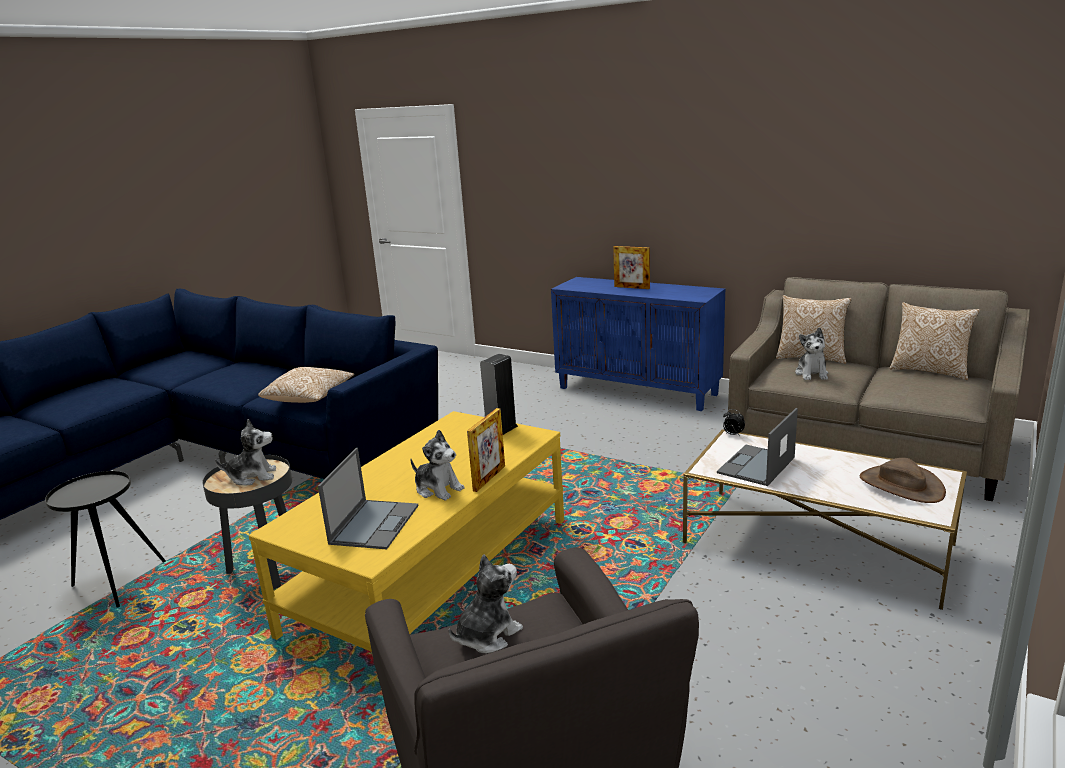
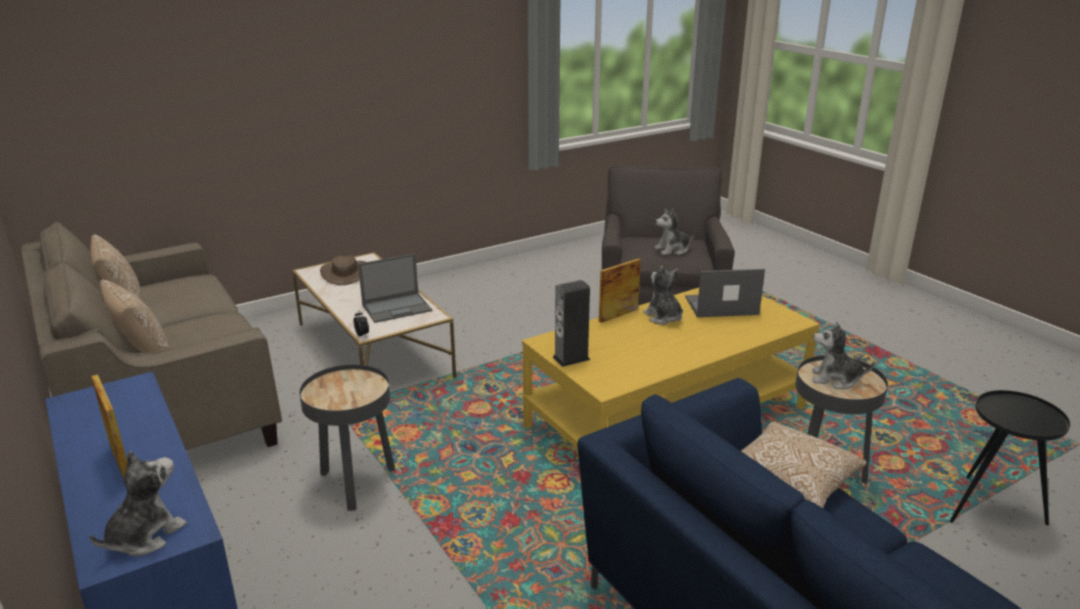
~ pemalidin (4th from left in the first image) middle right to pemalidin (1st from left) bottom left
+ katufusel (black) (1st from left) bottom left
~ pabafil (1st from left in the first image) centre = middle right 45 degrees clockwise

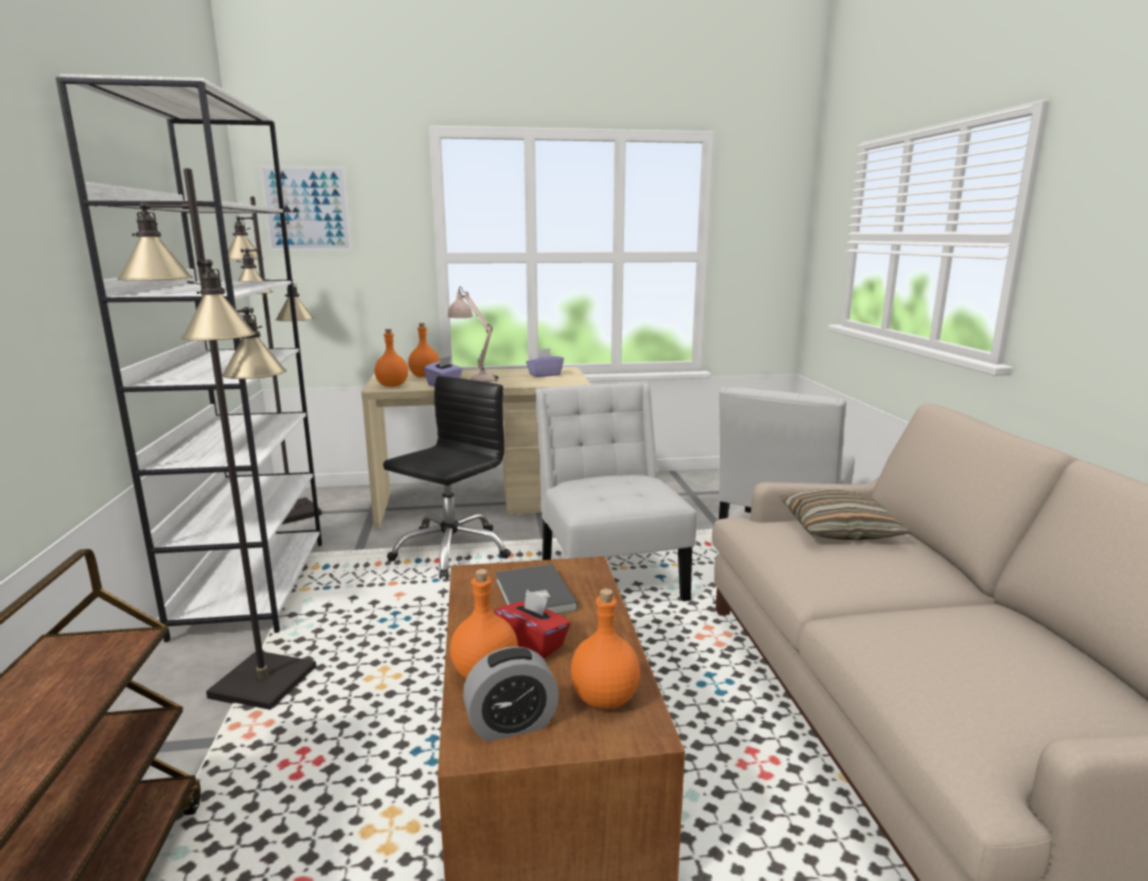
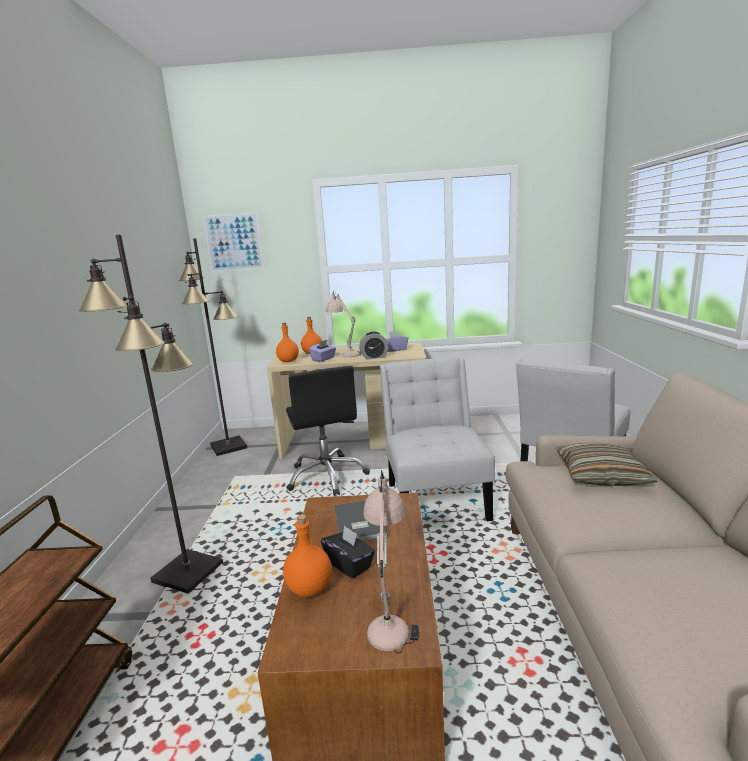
~ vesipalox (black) centre = centre 120 degrees clockwise
~ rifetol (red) bottom centre to rifetol (black) bottom centre
~ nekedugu bottom centre to centre
~ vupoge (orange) (4th from left) bottom centre to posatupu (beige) (2nd from left) bottom centre
- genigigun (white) middle left

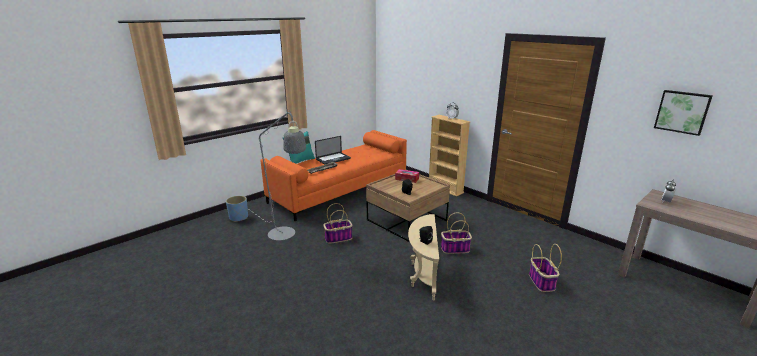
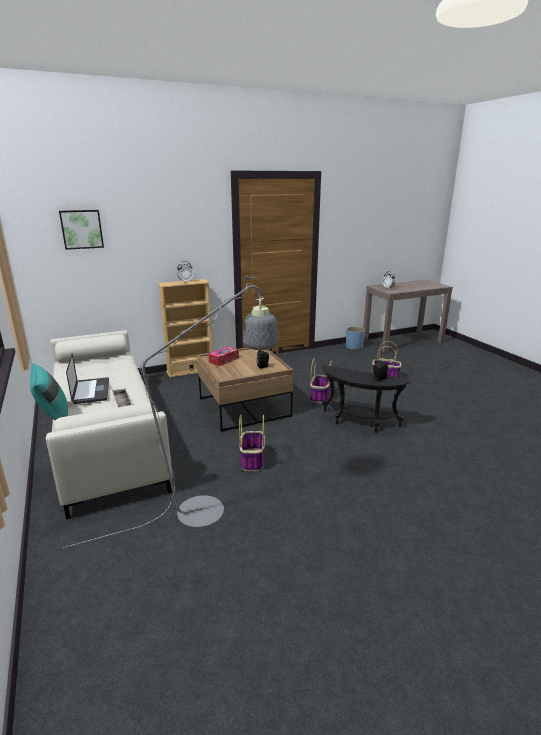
~ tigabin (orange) centre to tigabin (beige) middle left
~ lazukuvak top right to top left
~ katufusel (beige) bottom centre to katufusel (black) middle right
~ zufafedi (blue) middle left to centre

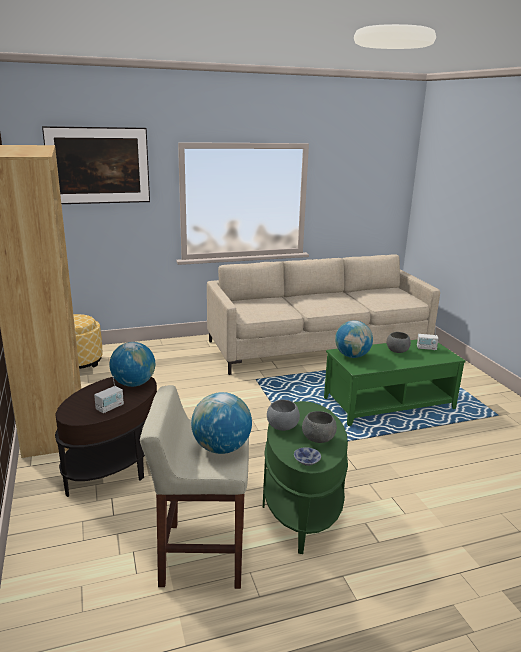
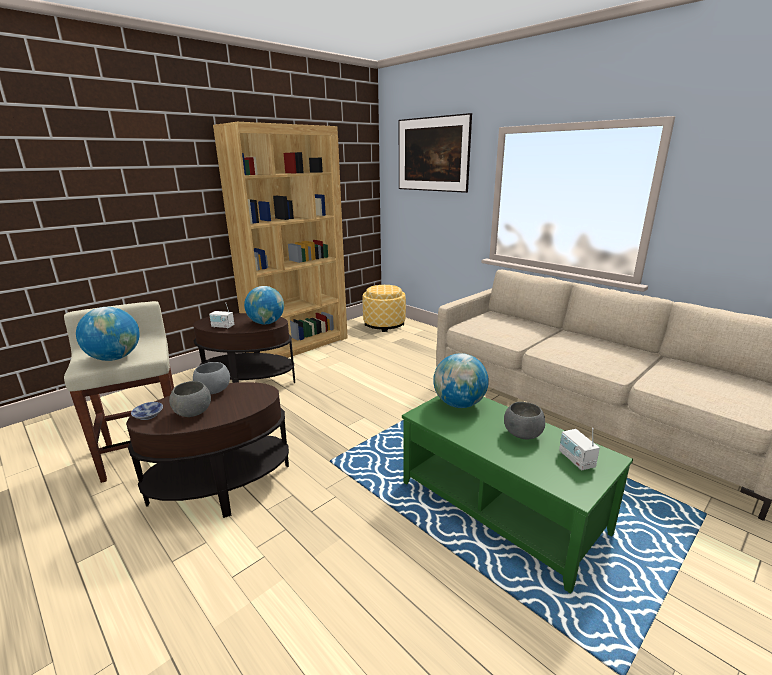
~ katufusel (green) bottom centre to katufusel (brown) (1st from left) bottom left

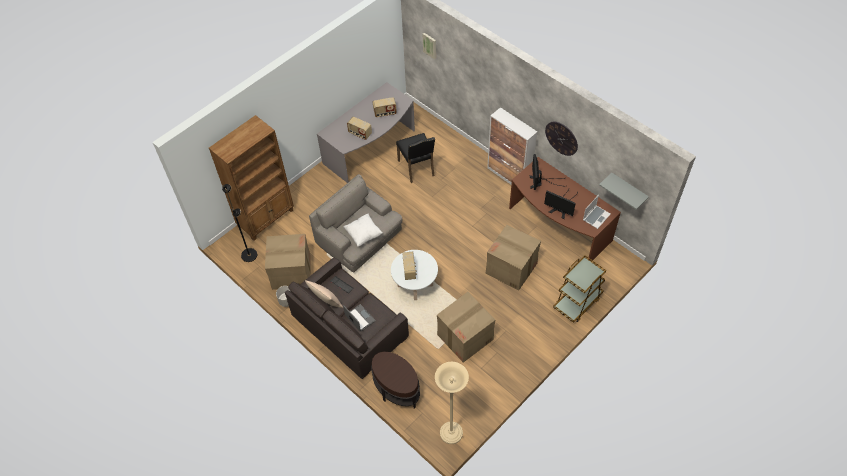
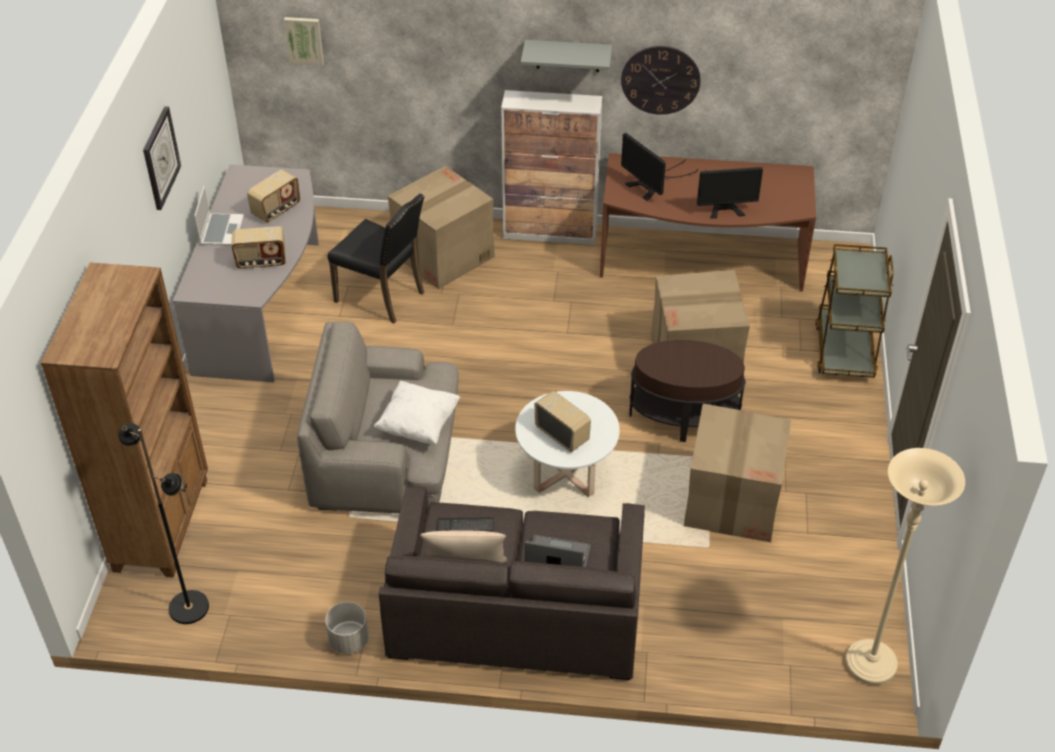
+ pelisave (1st from left) top left
~ pabafil (2nd from left in the first image) middle right to pabafil (1st from left) top left
~ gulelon (1st from left) centre to top centre
~ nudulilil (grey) middle right to top centre
~ katufusel (brown) bottom centre to centre

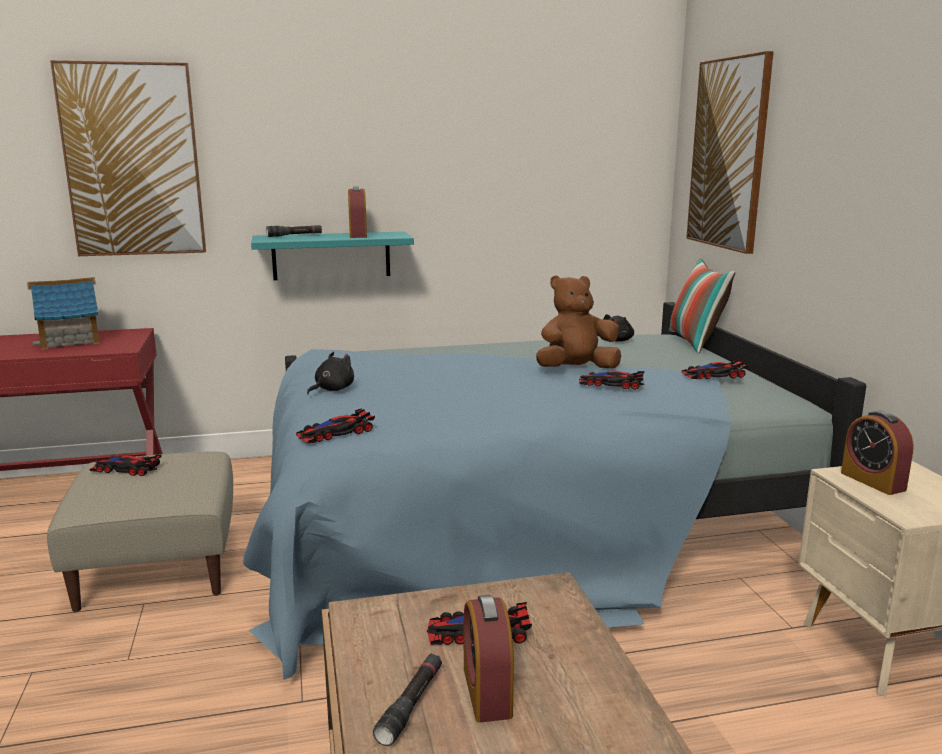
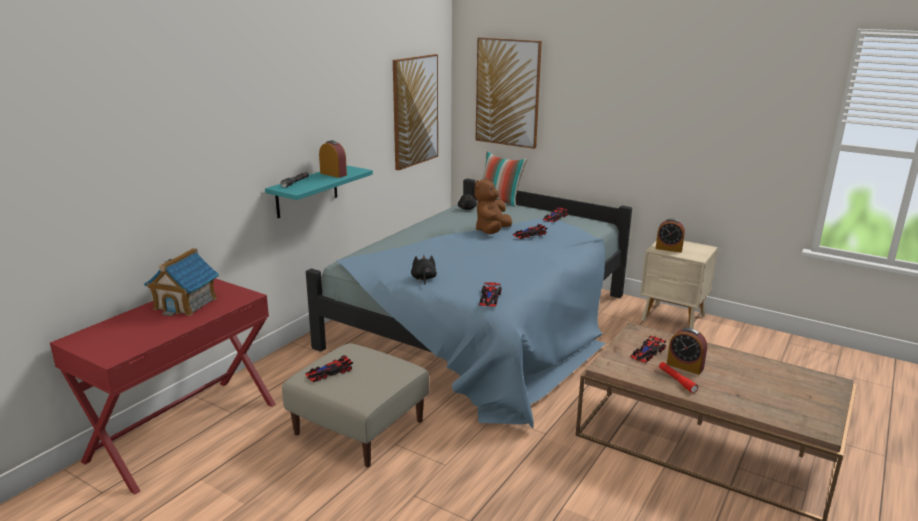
~ lazukuvak (1st from left) top left to top centre
~ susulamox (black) (2nd from left) bottom centre to susulamox (red) bottom right

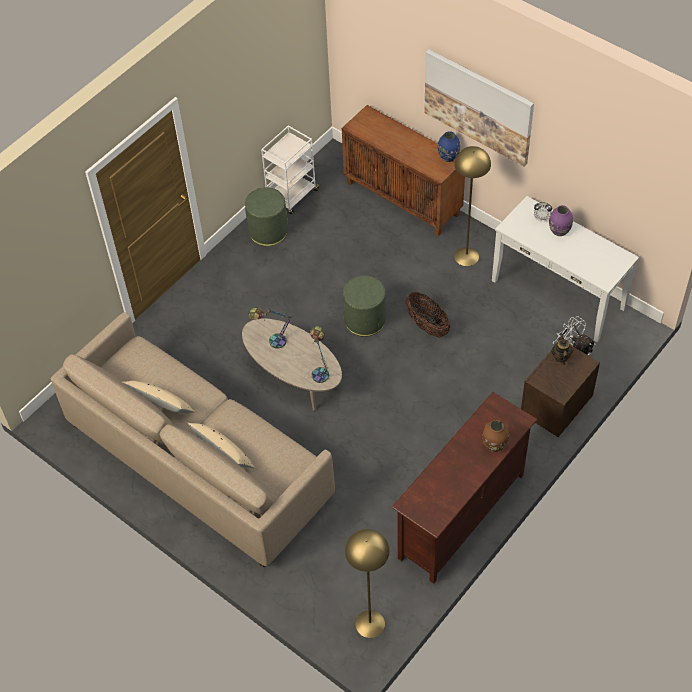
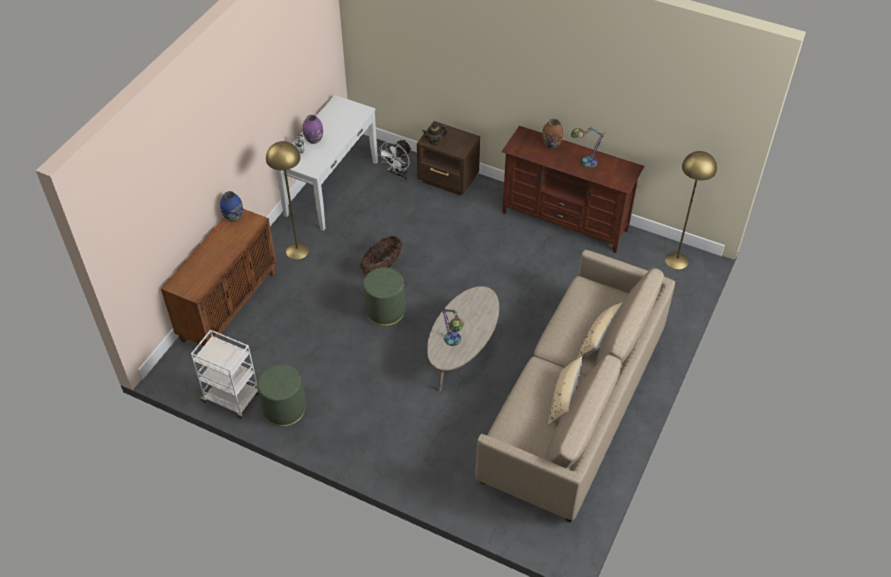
~ posatupu (2nd from left) centre to top centre
- lazukuvak top right

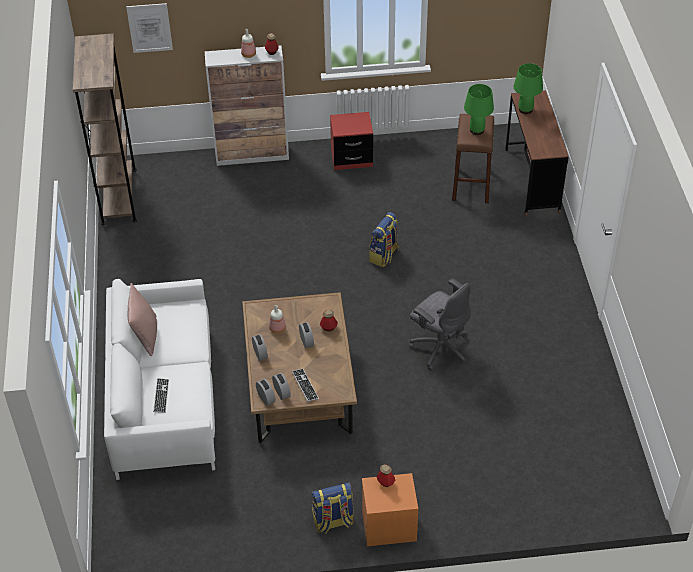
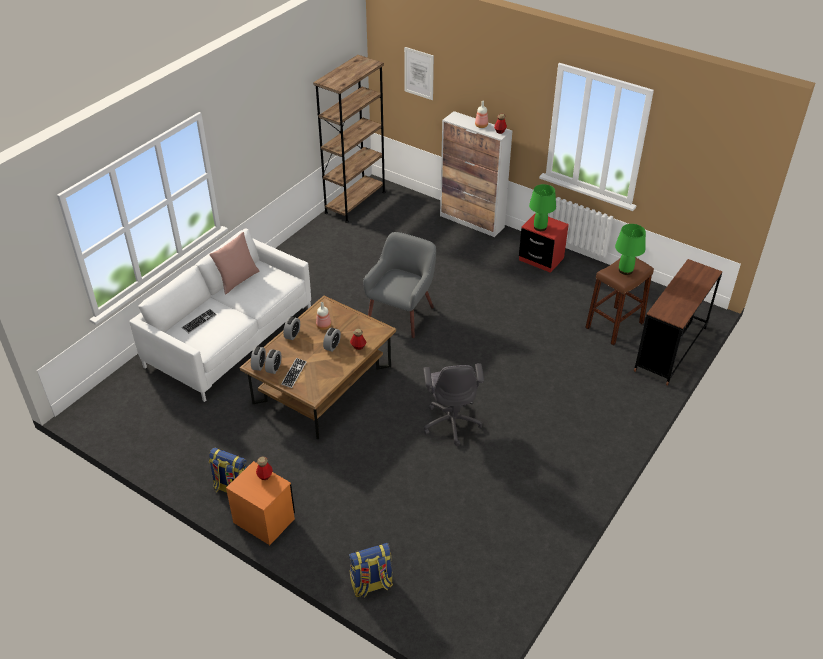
~ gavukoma (2nd from left) centre to bottom centre
+ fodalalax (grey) centre
~ posatupu (green) (2nd from left in the first image) top right to posatupu (green) (1st from left) top centre

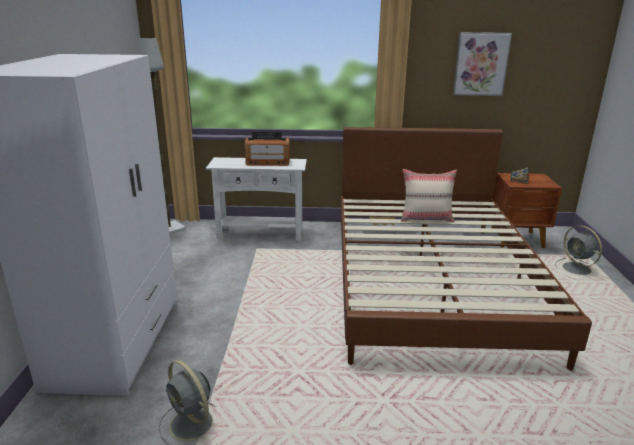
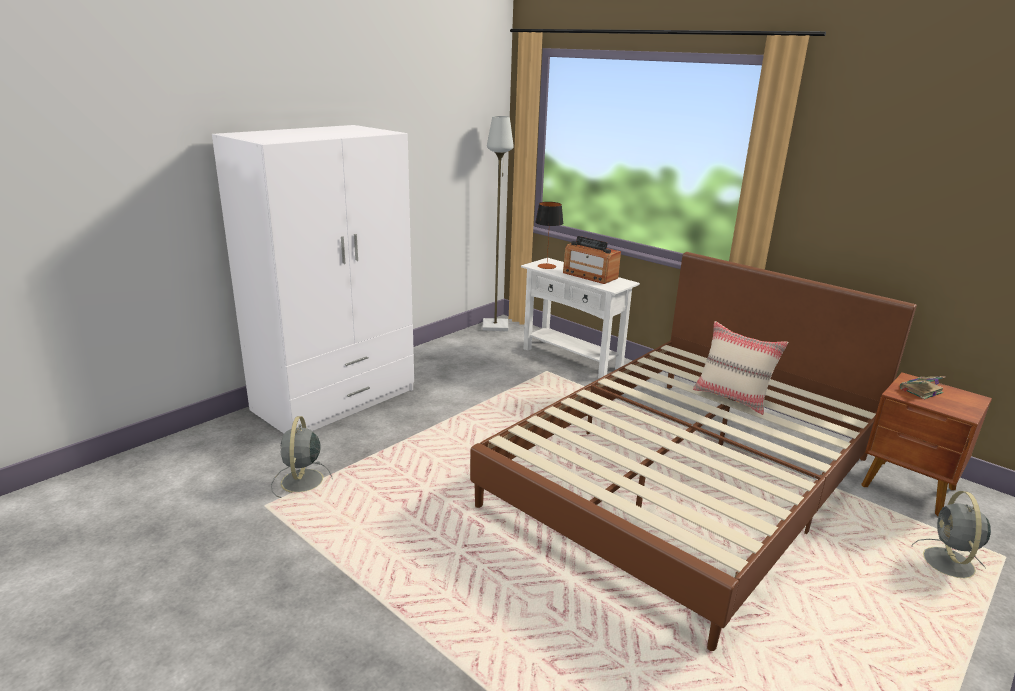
+ posatupu centre
- lazukuvak top right

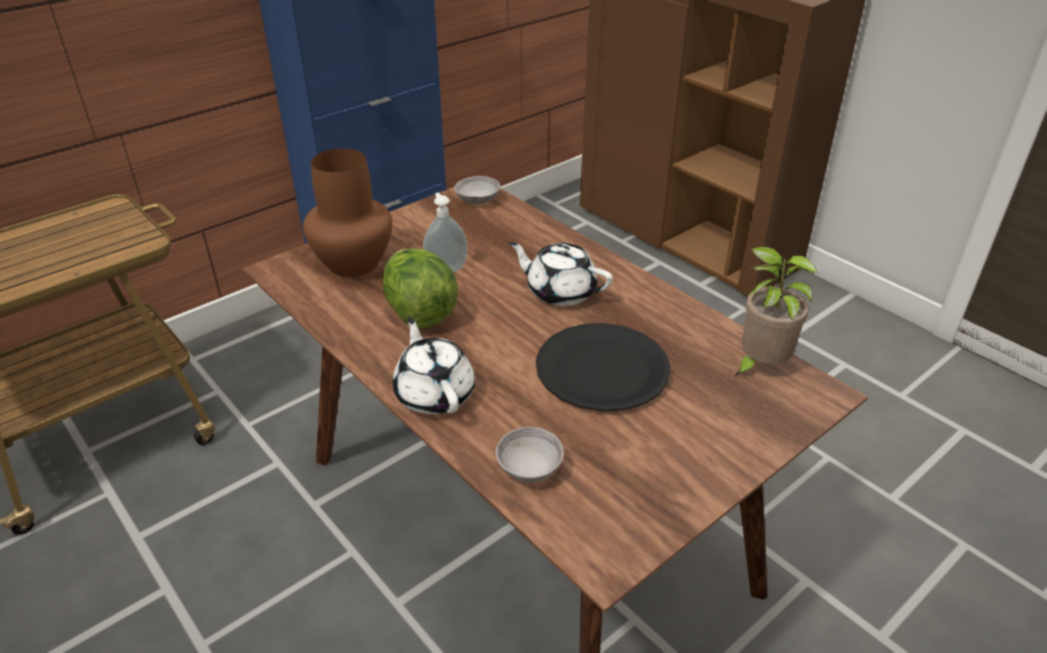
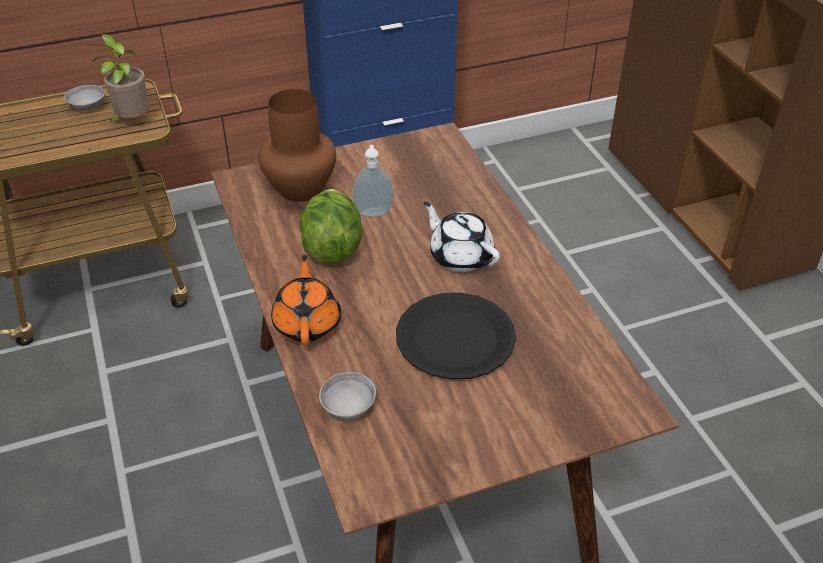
~ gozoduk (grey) (1st from left) top centre to top left
~ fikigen middle right to top left
~ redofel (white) (1st from left) centre to redofel (orange) centre

